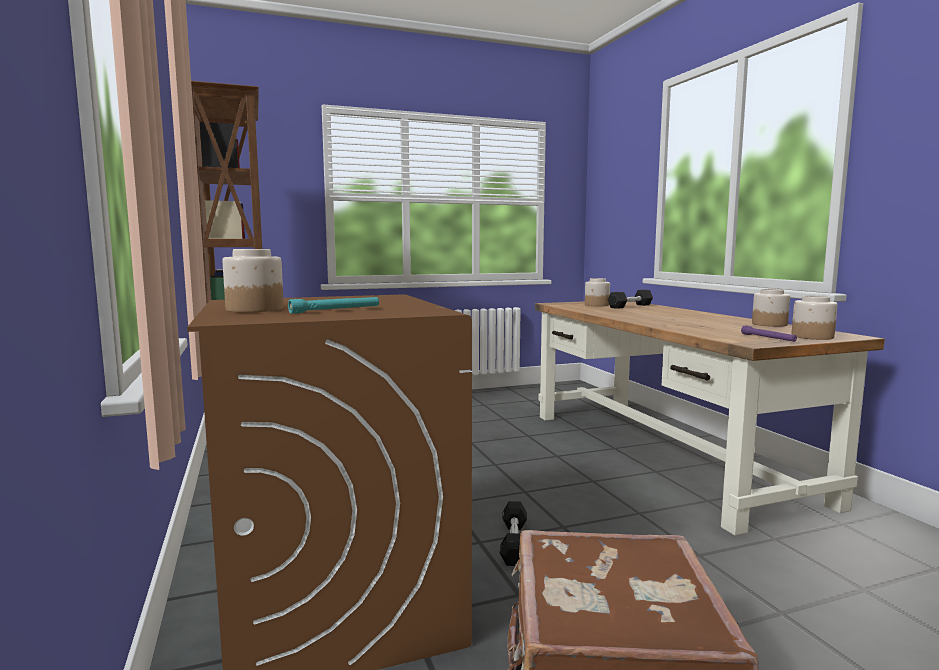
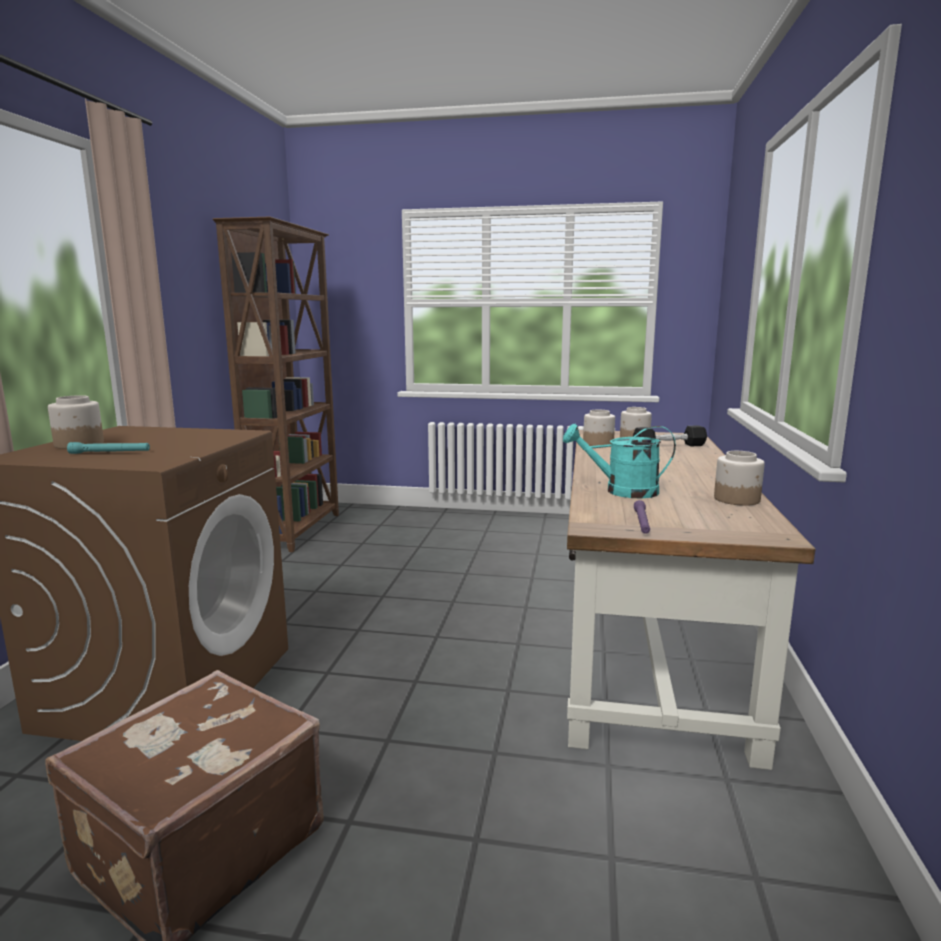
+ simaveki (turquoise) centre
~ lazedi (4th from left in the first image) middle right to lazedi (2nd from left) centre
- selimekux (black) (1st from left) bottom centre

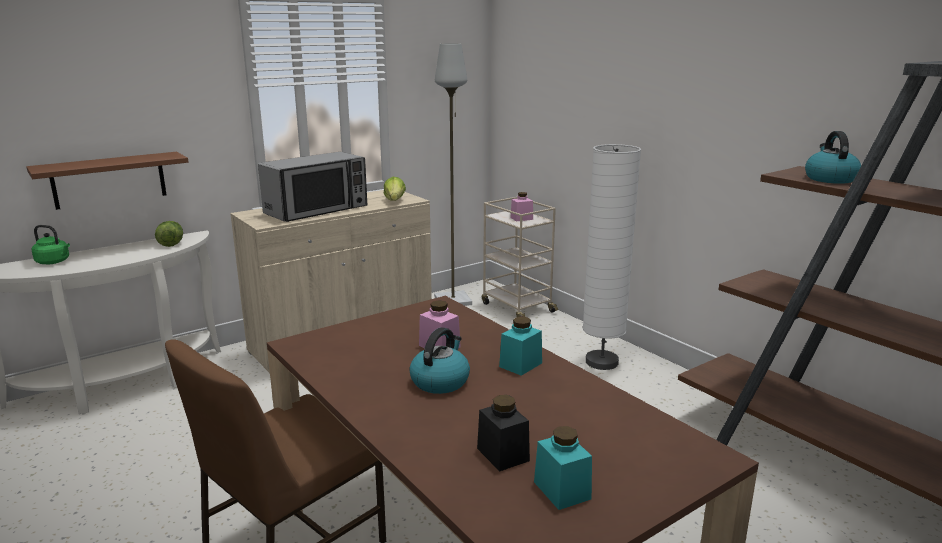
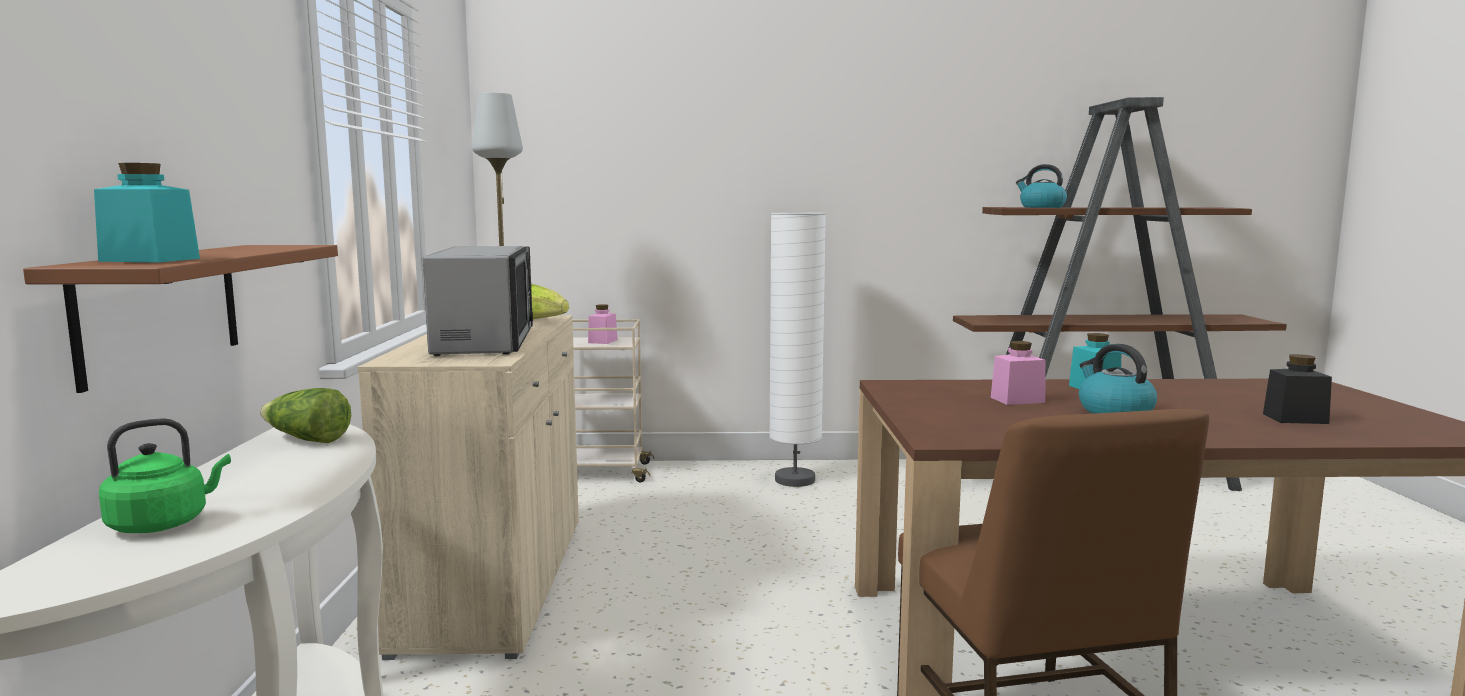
~ lazedi (turquoise) (2nd from left in the first image) bottom centre to lazedi (turquoise) (1st from left) top left

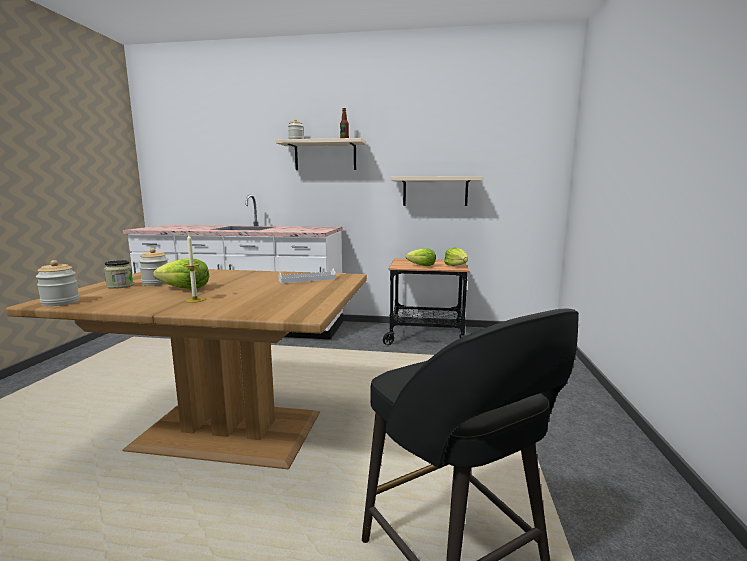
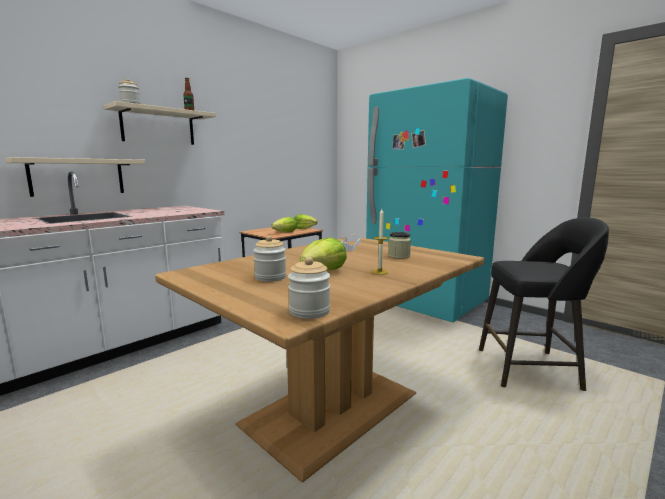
~ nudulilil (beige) (2nd from left in the first image) centre to nudulilil (beige) (1st from left) middle left
+ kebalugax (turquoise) centre
~ lazedi (2nd from left in the first image) middle left to lazedi (4th from left) centre

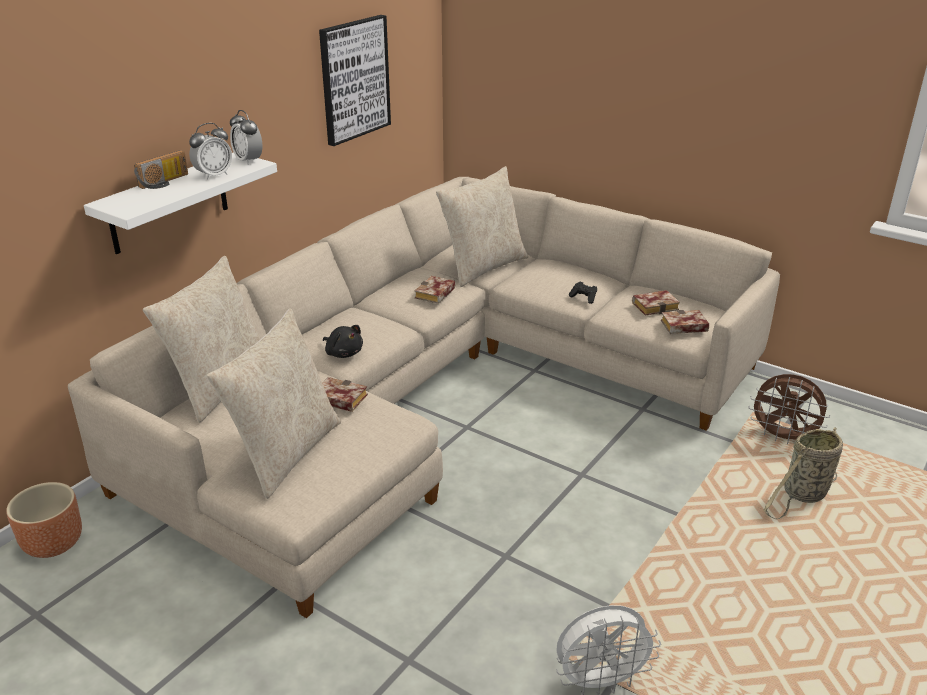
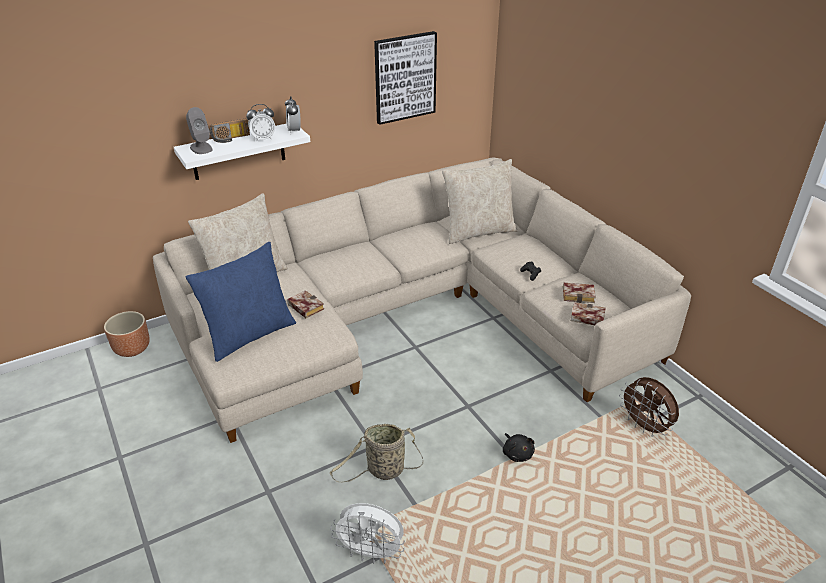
+ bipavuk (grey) top left
~ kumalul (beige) (2nd from left) middle left to kumalul (blue) middle left
~ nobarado bottom right to bottom centre
~ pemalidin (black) centre to bottom centre
- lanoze (2nd from left) centre

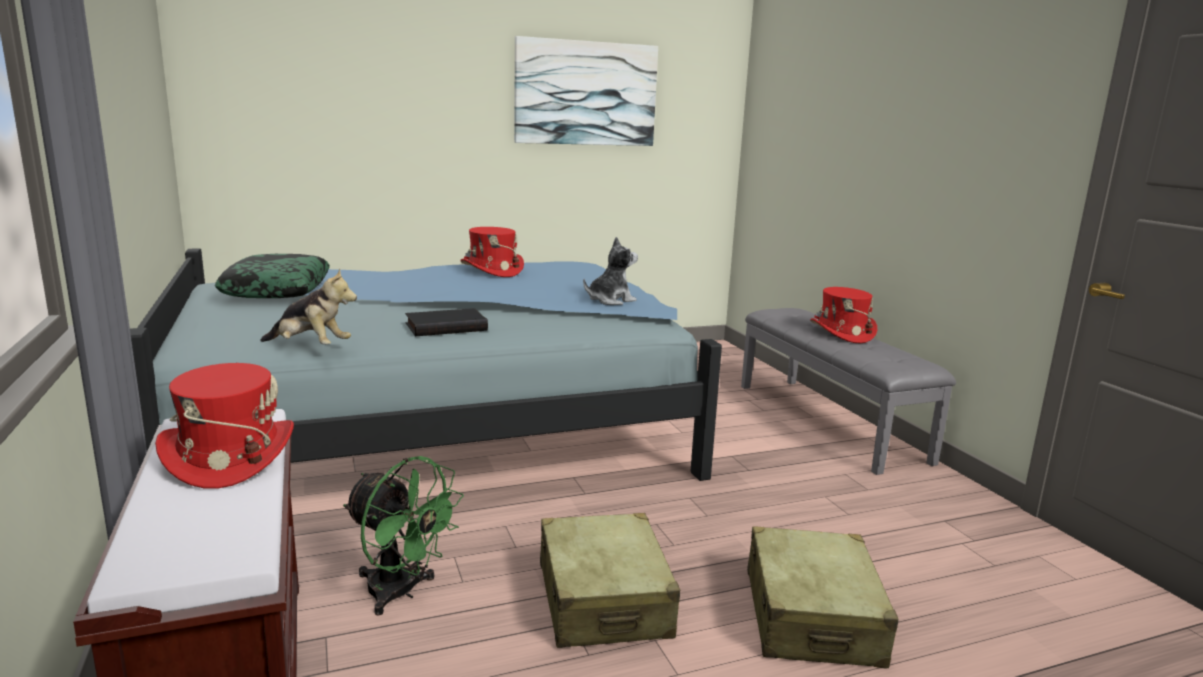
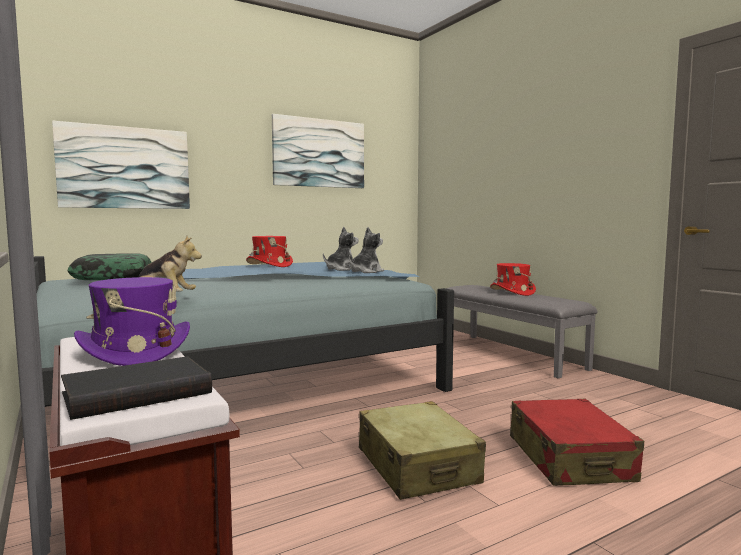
+ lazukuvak (1st from left) top left
~ lanoze (black) centre to bottom left
~ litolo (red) (1st from left) middle left to litolo (purple) middle left
+ pemalidin (2nd from left) centre
~ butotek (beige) (2nd from left) bottom right to butotek (red) bottom right
- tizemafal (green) bottom centre

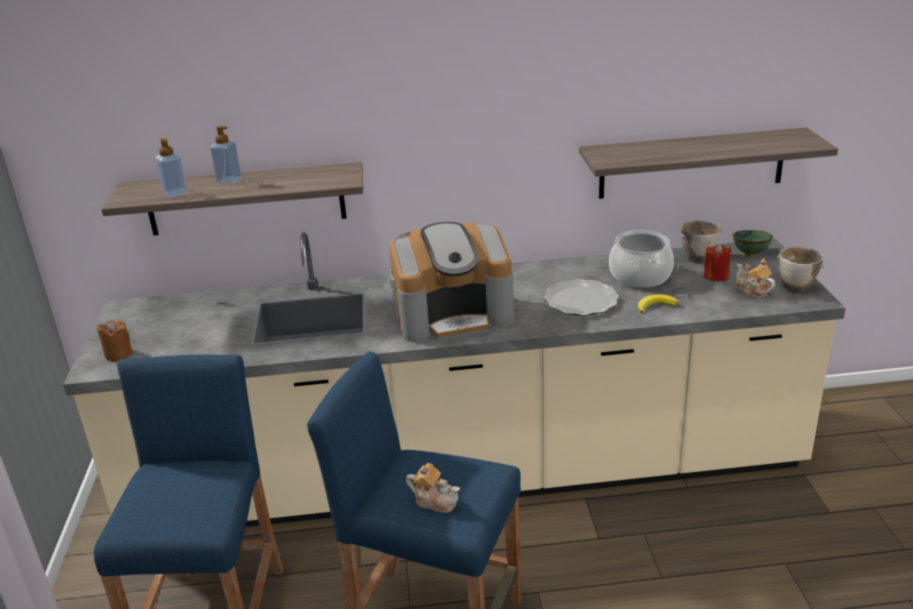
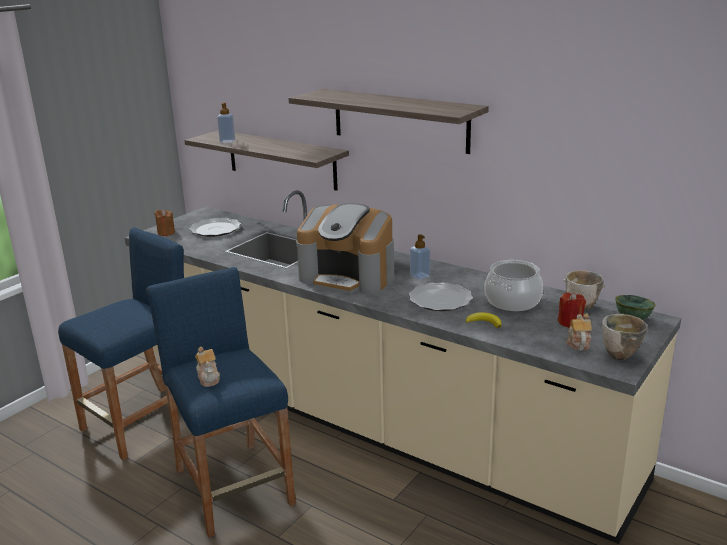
+ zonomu (1st from left) middle left
~ nudulilil (2nd from left) top right to top centre
~ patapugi (2nd from left) top left to centre

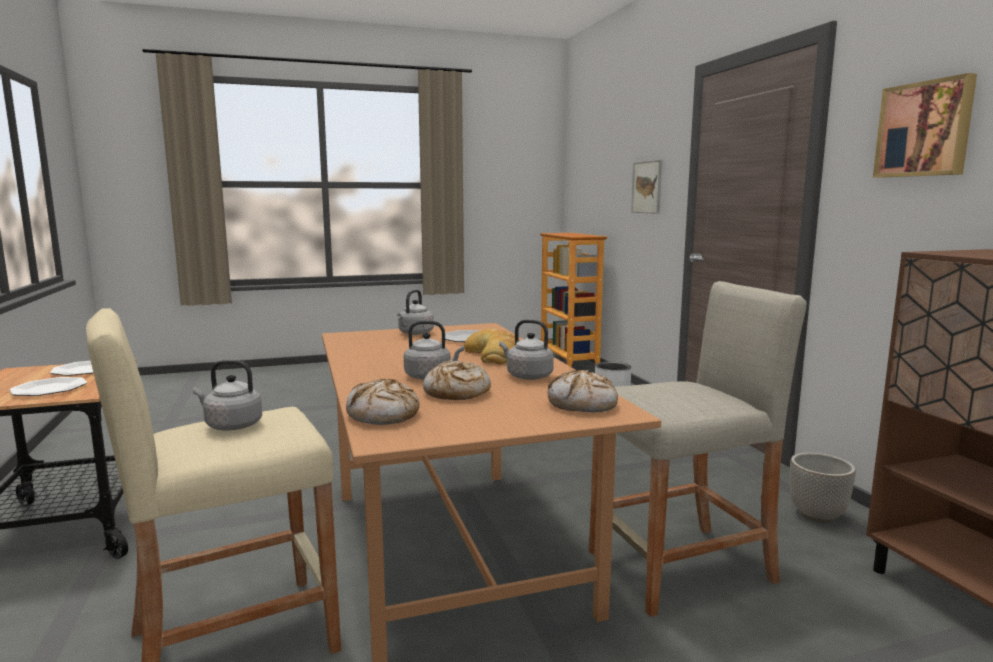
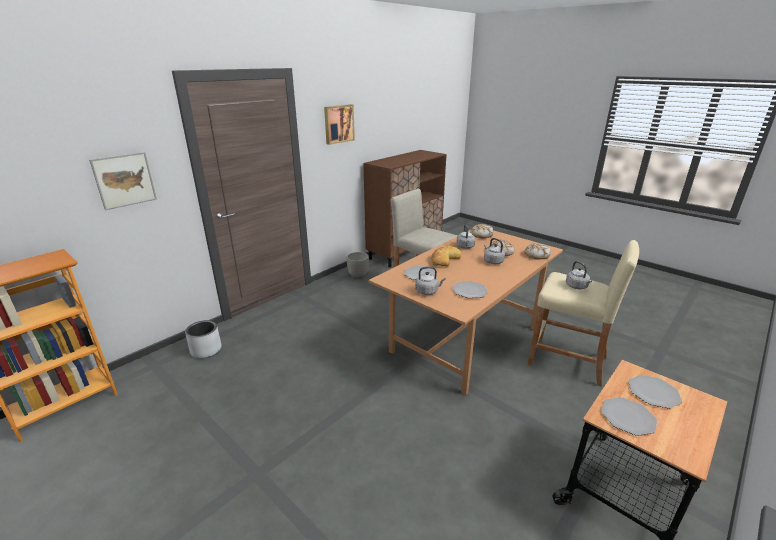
+ zonomu (2nd from left) centre

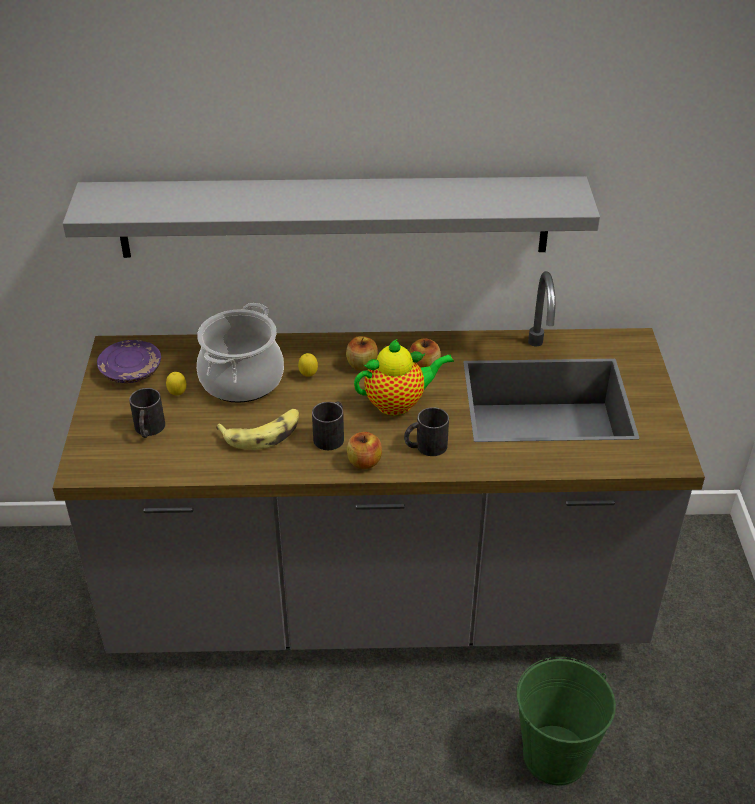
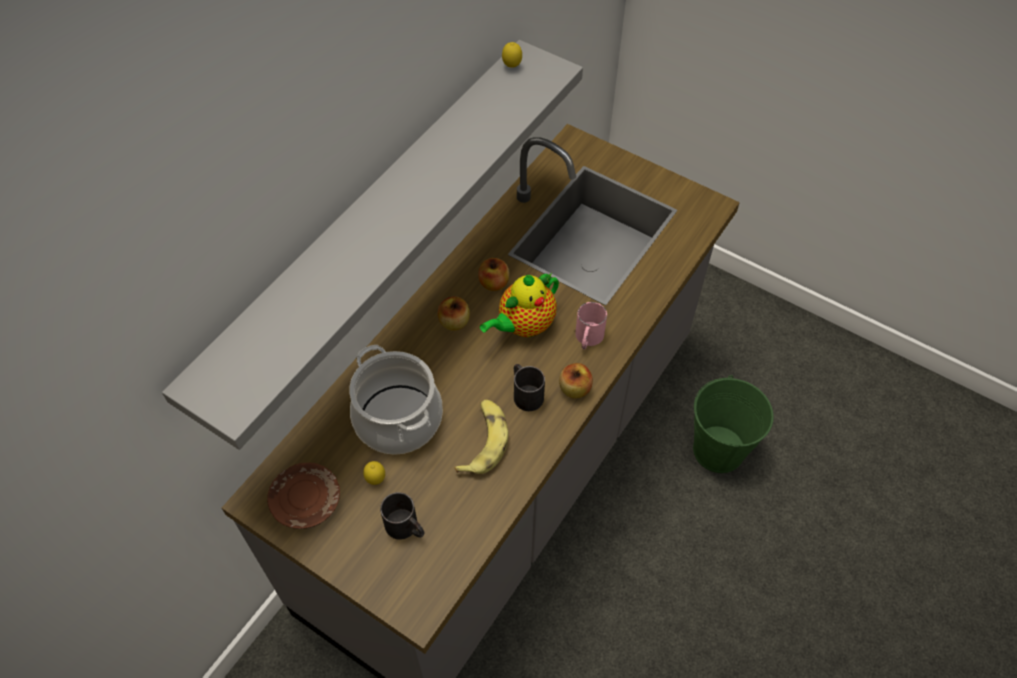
~ zonomu (purple) middle left to zonomu (brown) bottom left
~ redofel centre = centre 150 degrees counterclockwise
~ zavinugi (2nd from left) centre to top centre
~ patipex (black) (3rd from left) centre to patipex (pink) centre

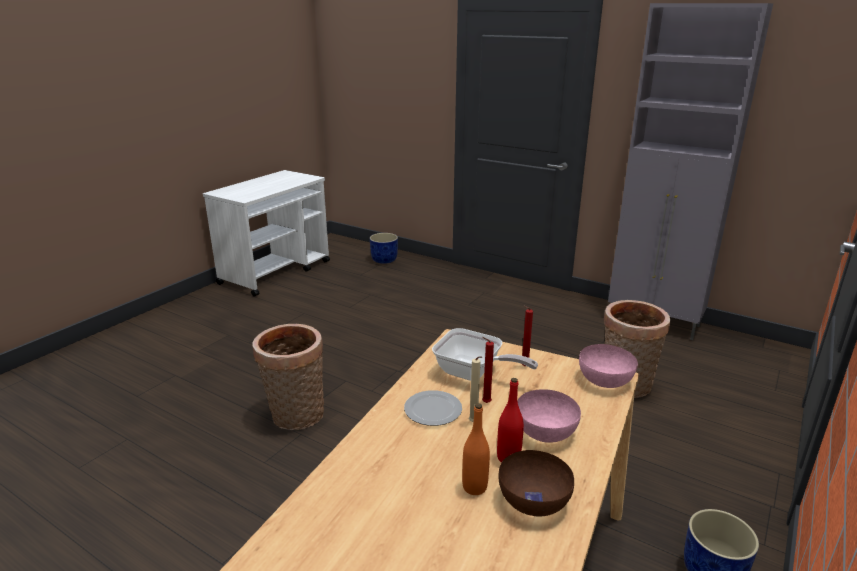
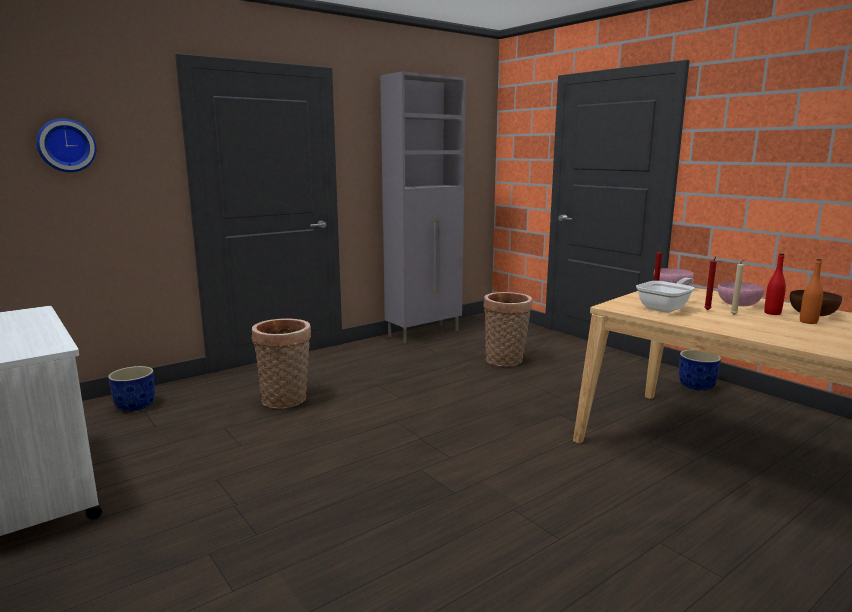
+ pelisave top left
~ nobarado (1st from left) centre to middle left
- zonomu bottom centre

